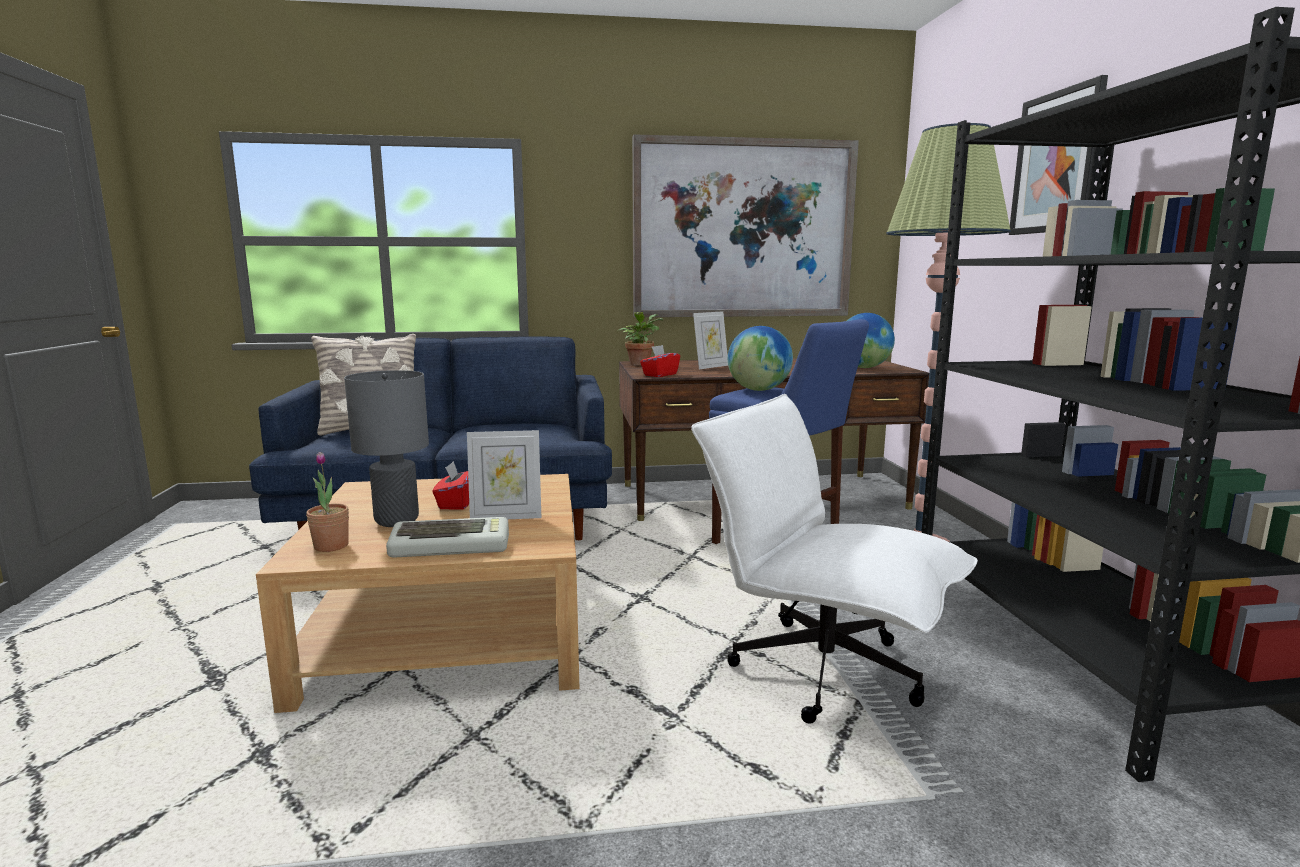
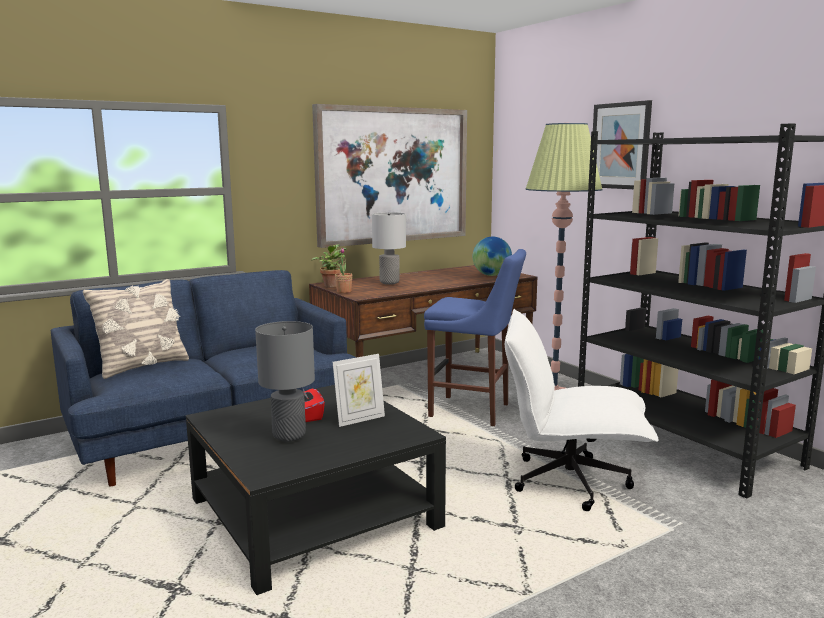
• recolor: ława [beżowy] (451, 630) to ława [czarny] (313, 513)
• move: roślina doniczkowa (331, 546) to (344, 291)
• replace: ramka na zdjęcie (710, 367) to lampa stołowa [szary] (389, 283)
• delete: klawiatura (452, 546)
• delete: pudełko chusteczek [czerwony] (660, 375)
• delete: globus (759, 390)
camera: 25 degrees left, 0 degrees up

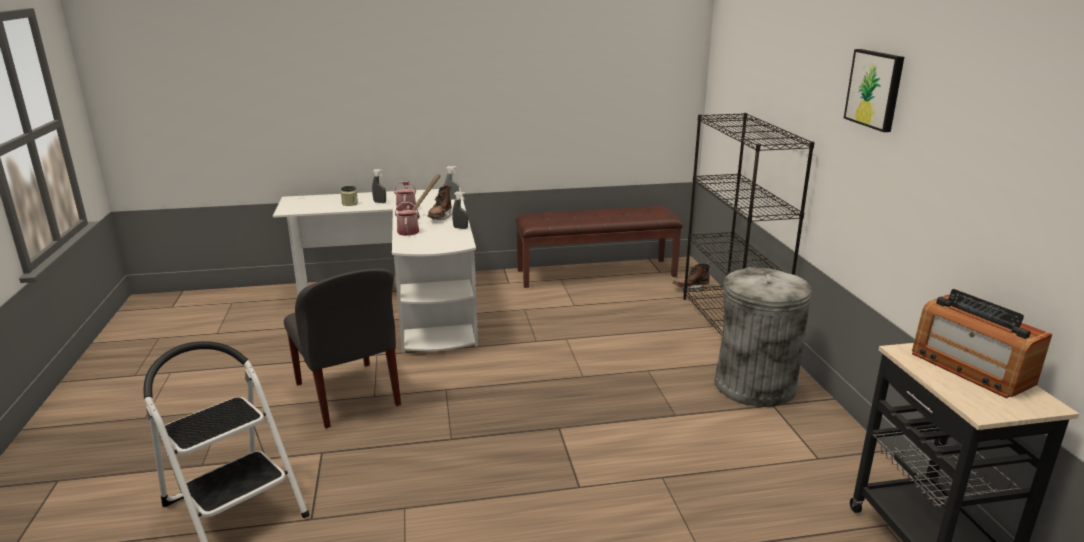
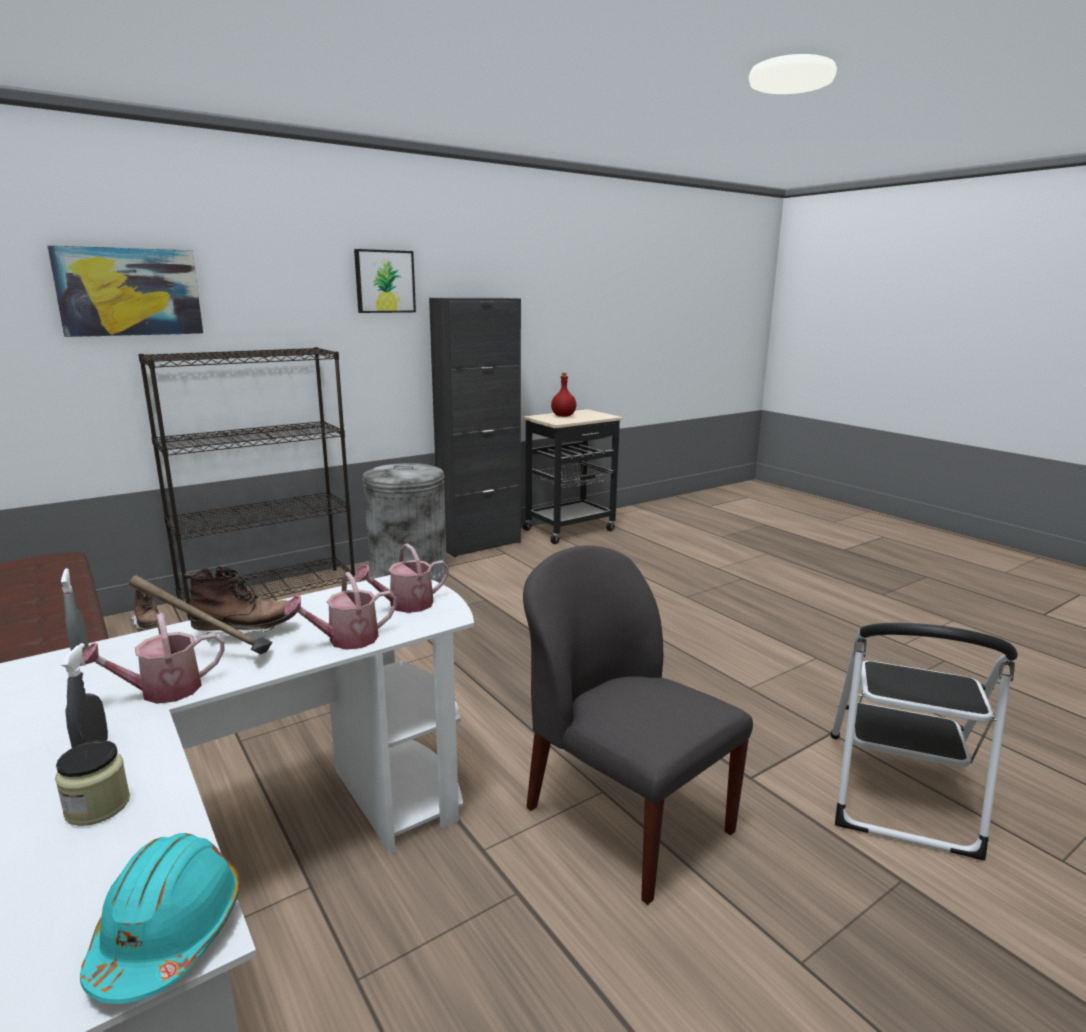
• insert: obraz (129, 292)
• insert: kask [turkusowy] (168, 934)
• insert: konewka (405, 605)
• insert: szafka [czarny] (480, 544)
• rotate: krzesło [szary] (348, 396) = (624, 818) 75 degrees counterclockwise
• replace: radio (971, 368) to butelka [czerwony] (563, 416)
• delete: spryskiwacz [szary] (460, 228)
camera: 115 degrees left, 5 degrees down

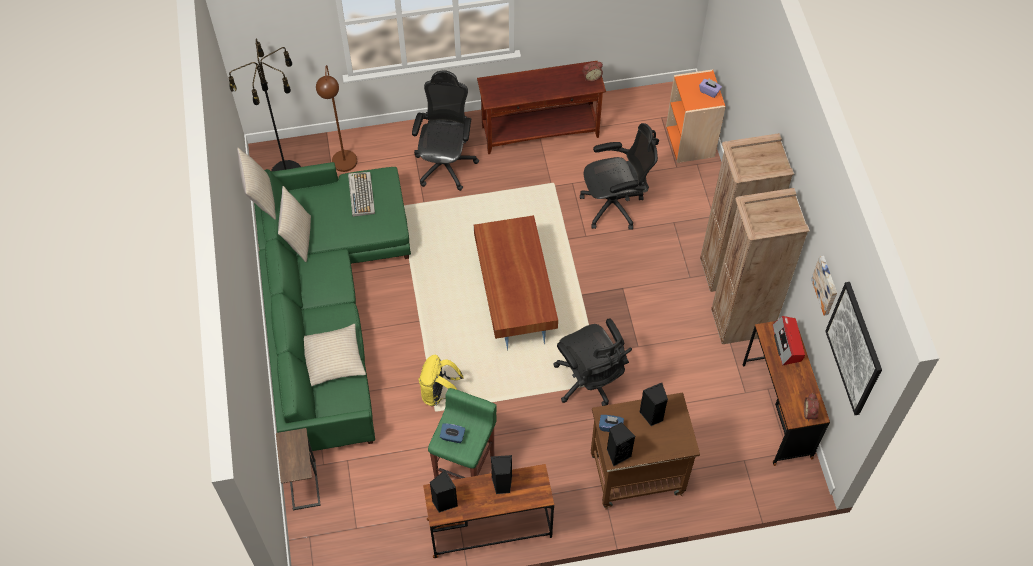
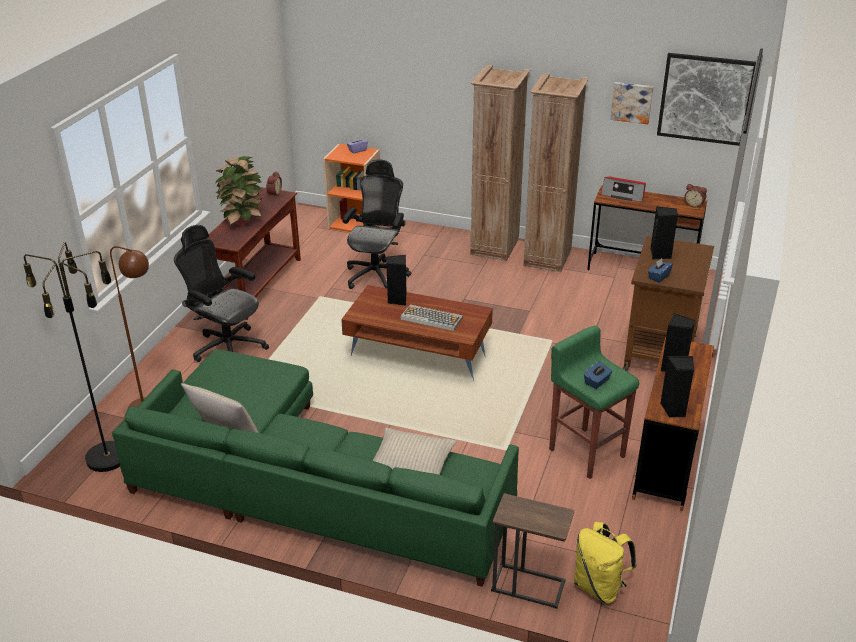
• insert: roślina doniczkowa (243, 222)
• move: głośnik [czarny] (617, 454) to (397, 300)
• move: klawiatura (361, 194) to (431, 318)
• move: plecak [żółty] (440, 394) to (599, 587)
• delete: poduszka [beżowy] (261, 199)
• delete: krzesło biurowe (590, 381)
camera: 60 degrees left, 25 degrees down

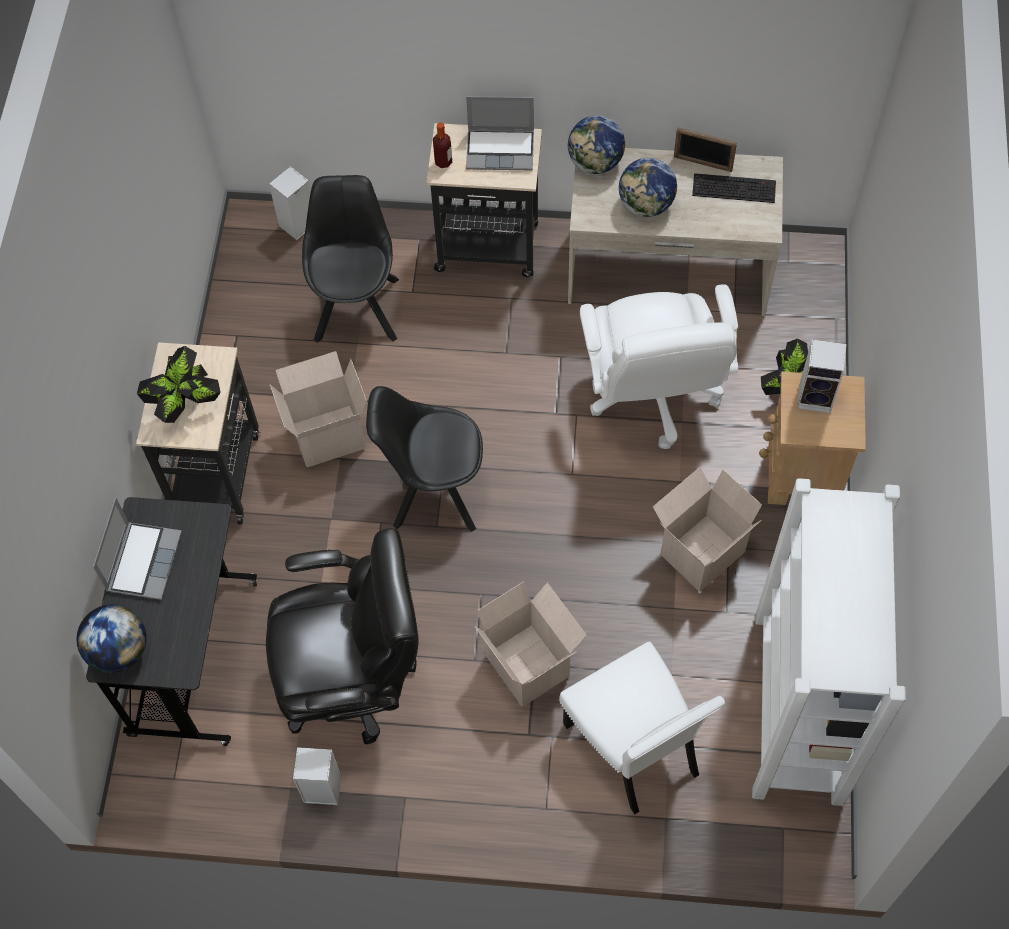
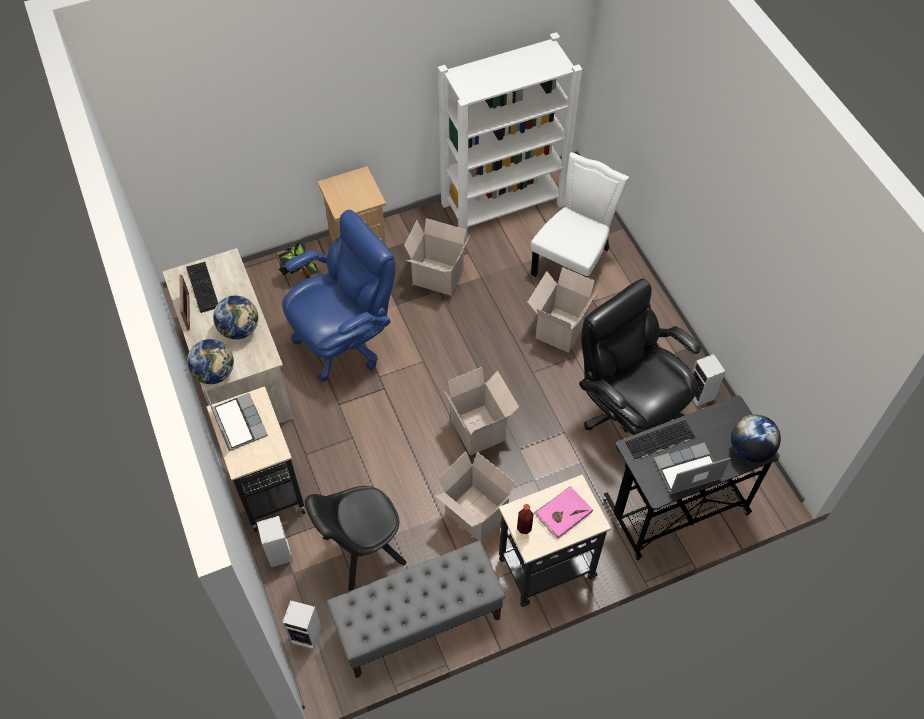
• move: głośnik (816, 397) to (278, 552)
• recolor: krzesło biurowe [biały] (652, 399) to krzesło biurowe [niebieski] (345, 341)
• insert: ławka [szary] (418, 622)
• replace: krzesło [czarny] (433, 491) to karton (479, 430)
• move: butelka (443, 162) to (524, 527)
• replace: roślina doniczkowa (186, 405) to książka [różowy] (563, 513)
• insert: klawiatura (659, 441)
camera: 120 degrees left, 5 degrees down

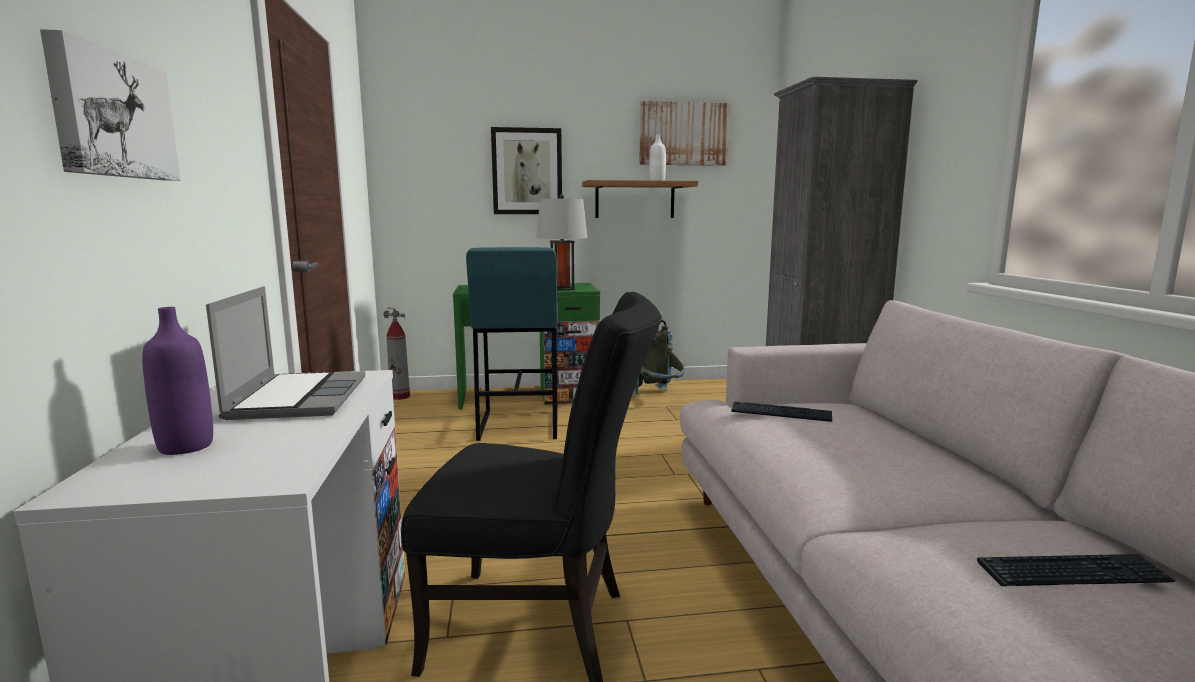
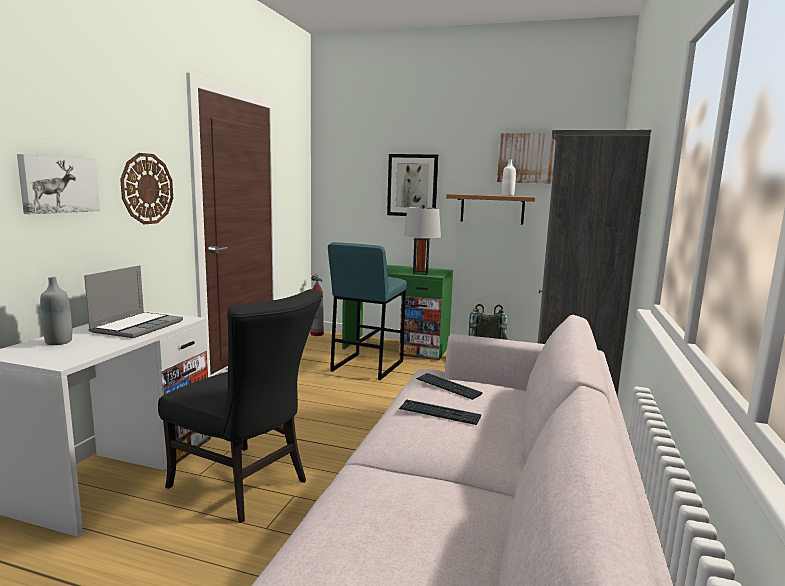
• recolor: butelka [fioletowy] (186, 446) to butelka [szary] (59, 342)
• insert: zegar ścienny (147, 189)
• move: klawiatura (1073, 574) to (439, 413)
camera: 25 degrees right, 0 degrees up

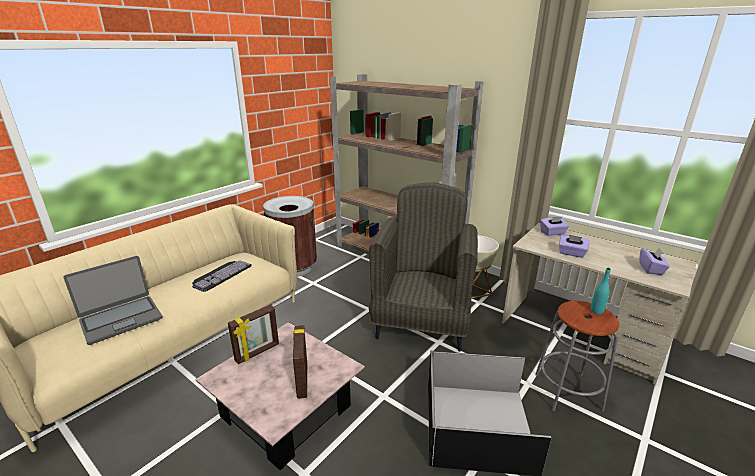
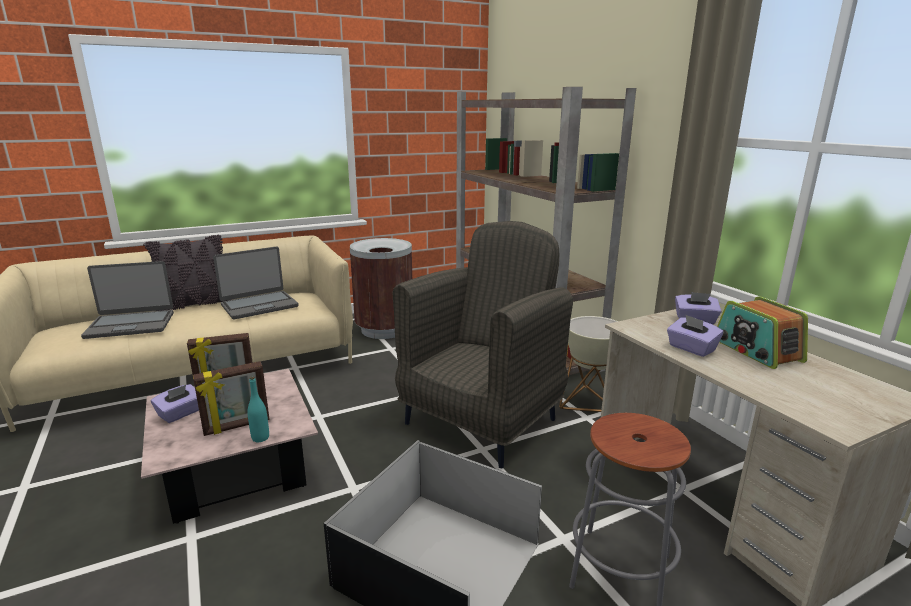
• insert: poduszka [czarny] (195, 304)
• move: pudełko chusteczek [fioletowy] (651, 269) to (180, 414)
• rotate: ramka na zdjęcie (301, 380) = (237, 426) 135 degrees counterclockwise
• replace: klawiatura (221, 274) to laptop (259, 305)
• move: butelka [turkusowy] (596, 311) to (260, 438)
• insert: radio (756, 351)
camera: 25 degrees right, 5 degrees down

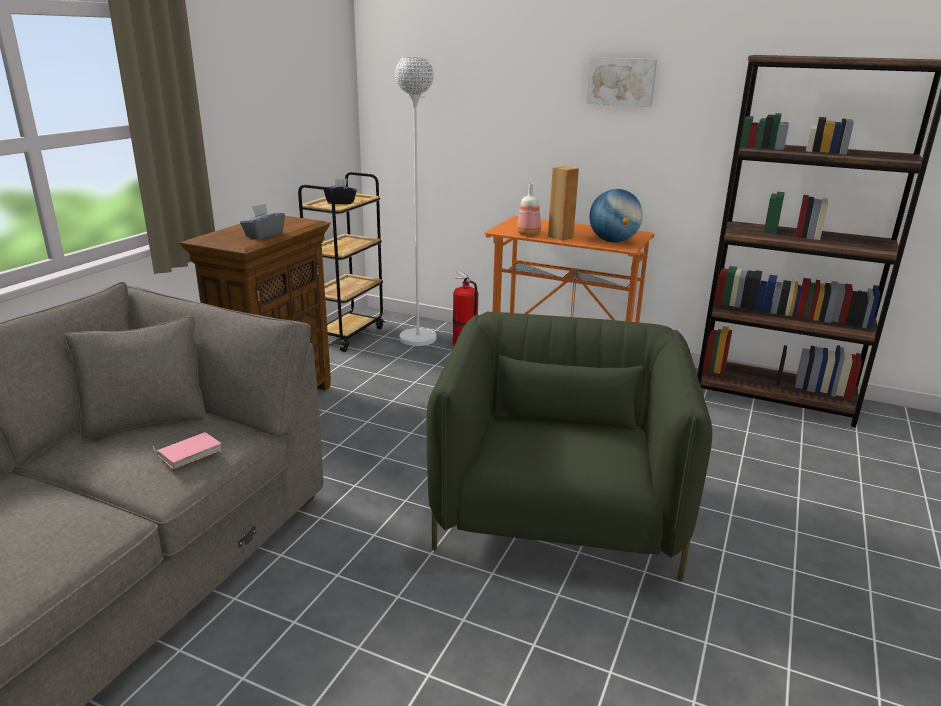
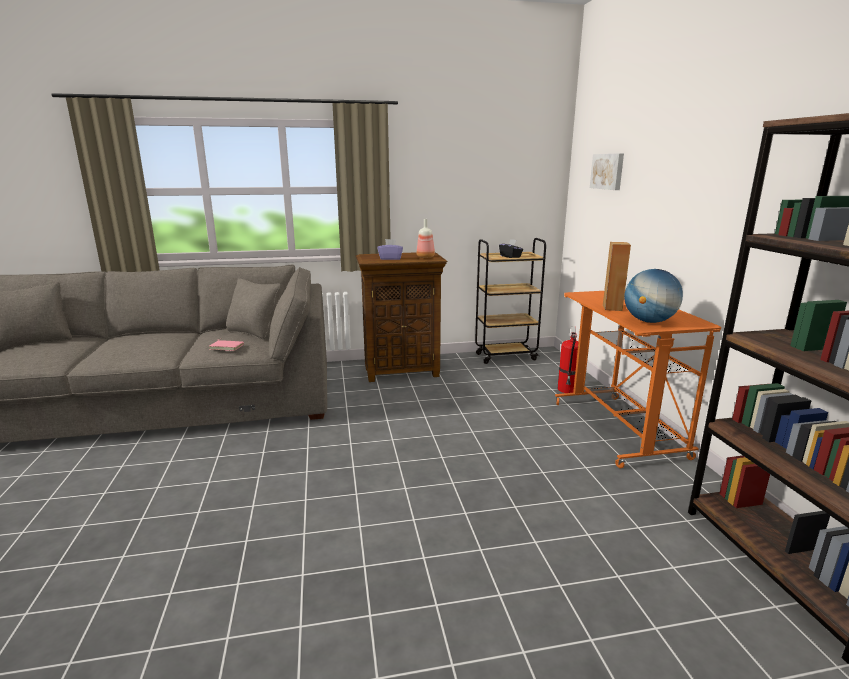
• recolor: pudełko chusteczek [szary] (264, 235) to pudełko chusteczek [fioletowy] (390, 258)
• move: butelka (528, 233) to (426, 257)
• move: obraz (621, 81) to (608, 171)
• delete: lampa stojąca [biały] (418, 338)
• delete: fotel [zielony] (559, 515)
camera: 55 degrees right, 5 degrees down

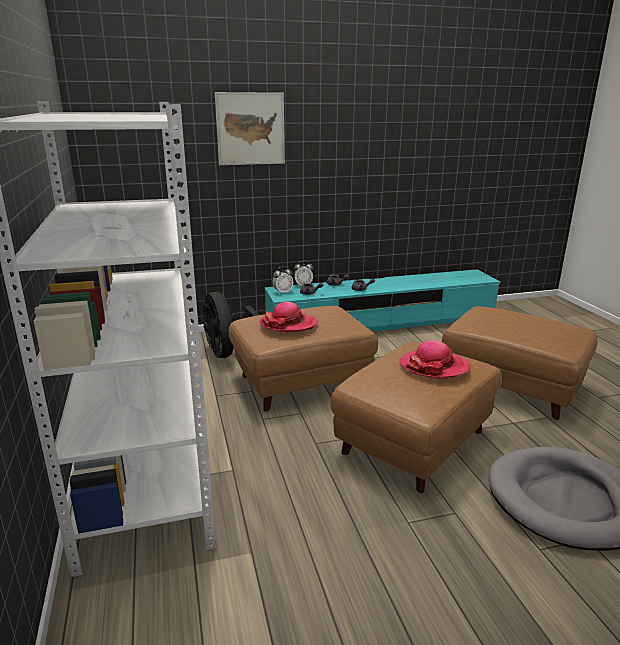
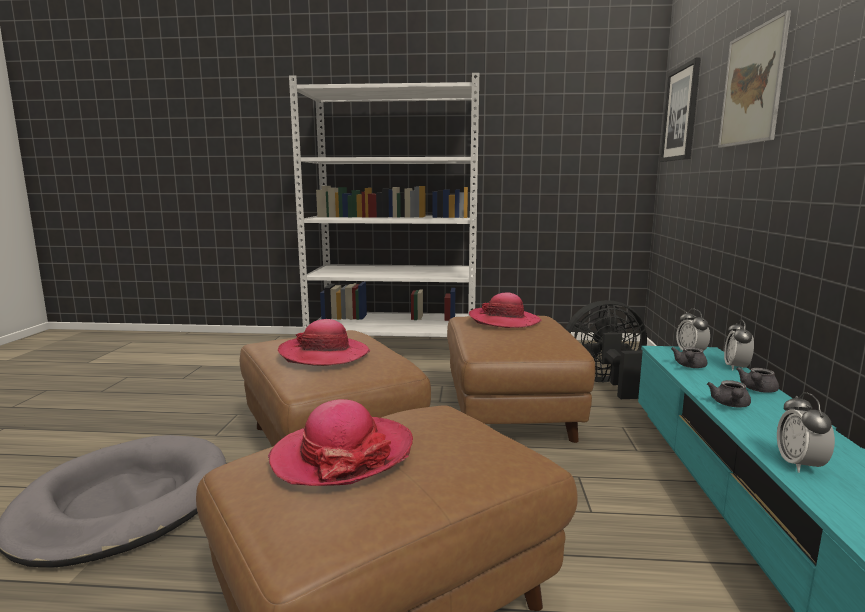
• insert: kapelusz (342, 454)
• insert: obraz (680, 114)
• insert: budzik (799, 465)
camera: 110 degrees right, 10 degrees down

